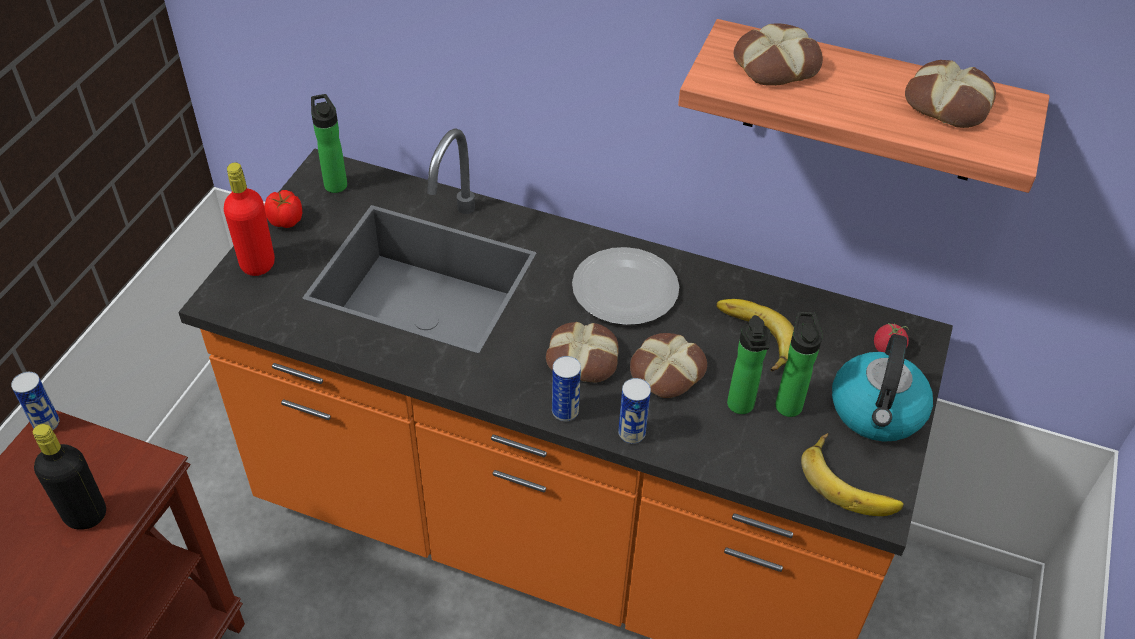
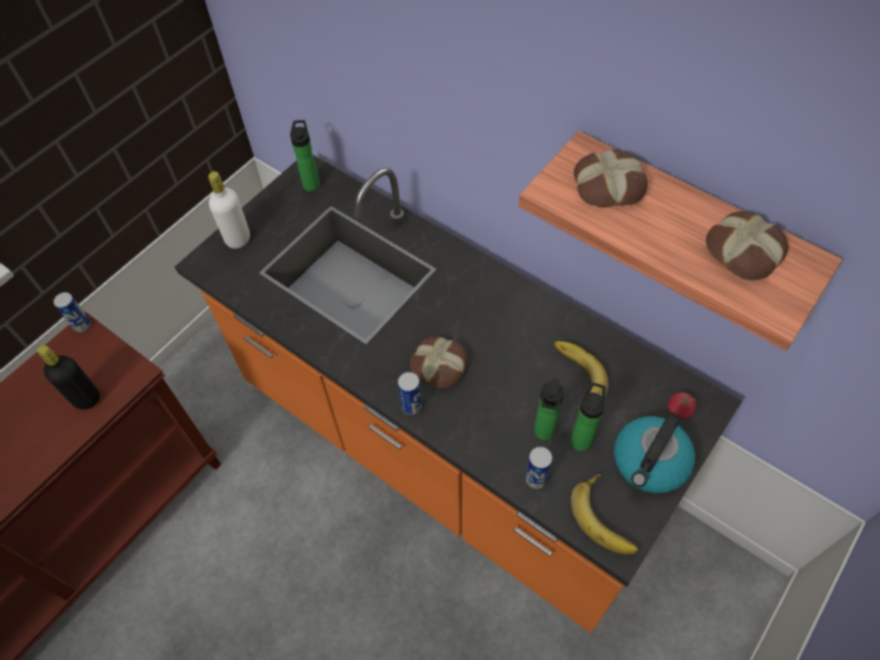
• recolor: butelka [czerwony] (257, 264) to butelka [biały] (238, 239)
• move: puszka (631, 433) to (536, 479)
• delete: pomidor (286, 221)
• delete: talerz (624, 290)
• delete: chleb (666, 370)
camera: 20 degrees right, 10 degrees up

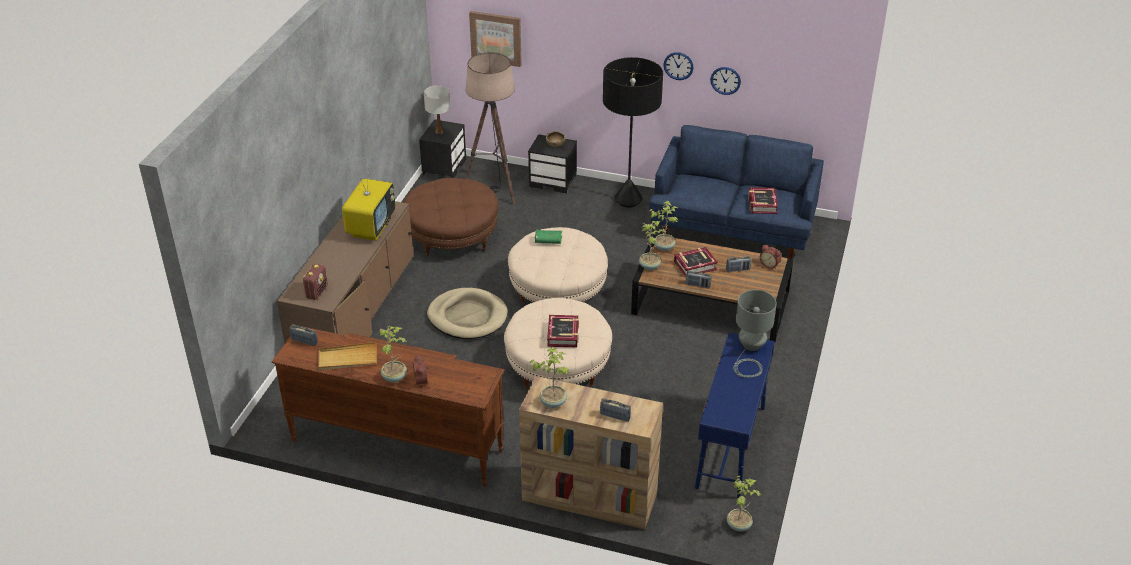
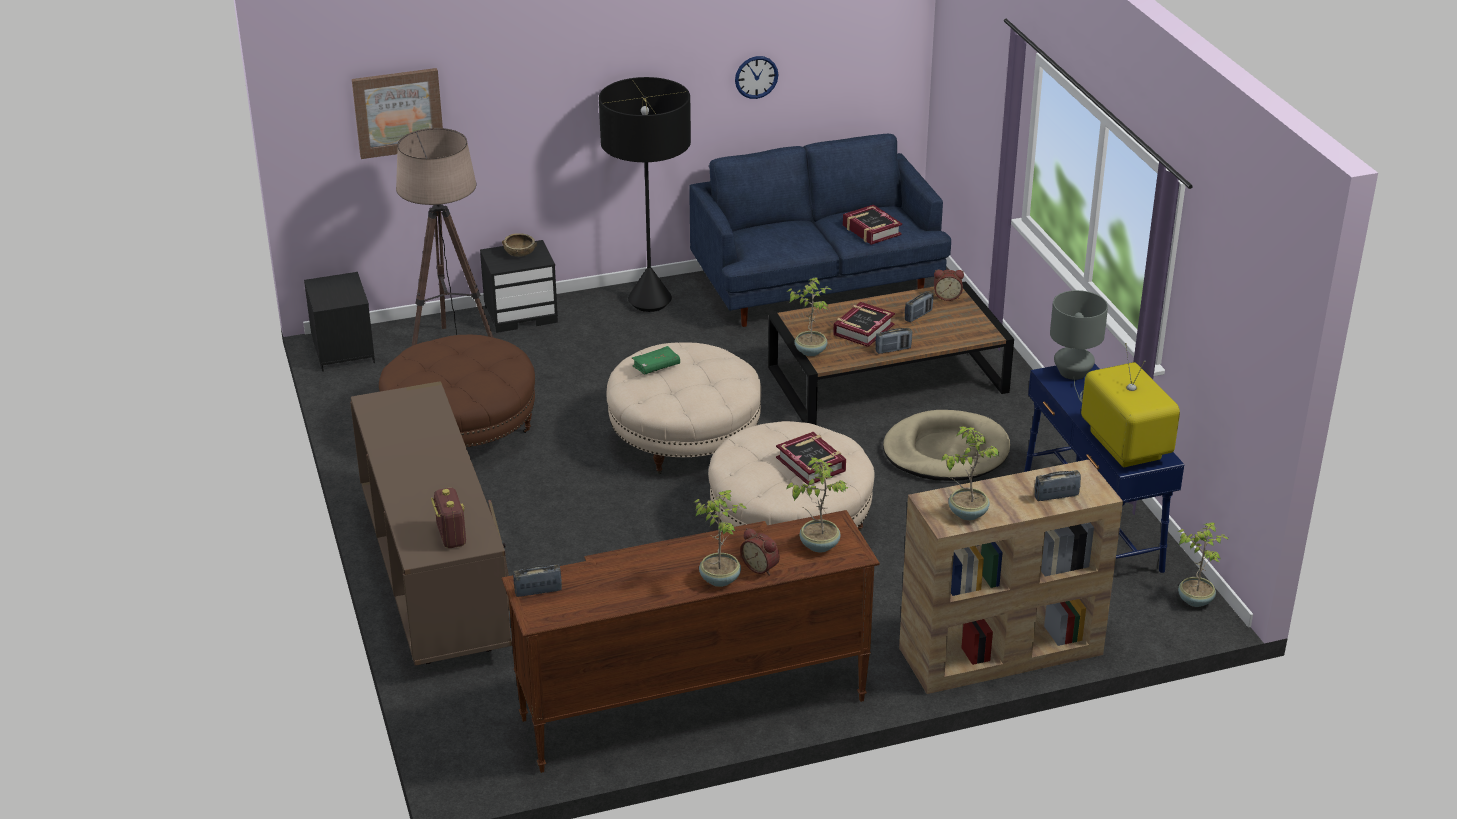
• move: roślina doniczkowa (664, 247) to (818, 545)
• move: legowisko [beżowy] (467, 317) to (946, 451)
• move: telewizor (371, 227) to (1123, 445)
• delete: taca [beżowy] (347, 358)
• delete: lampa stołowa [biały] (439, 131)
• delete: zegar ścienny (678, 66)
camera: 35 degrees left, 5 degrees down

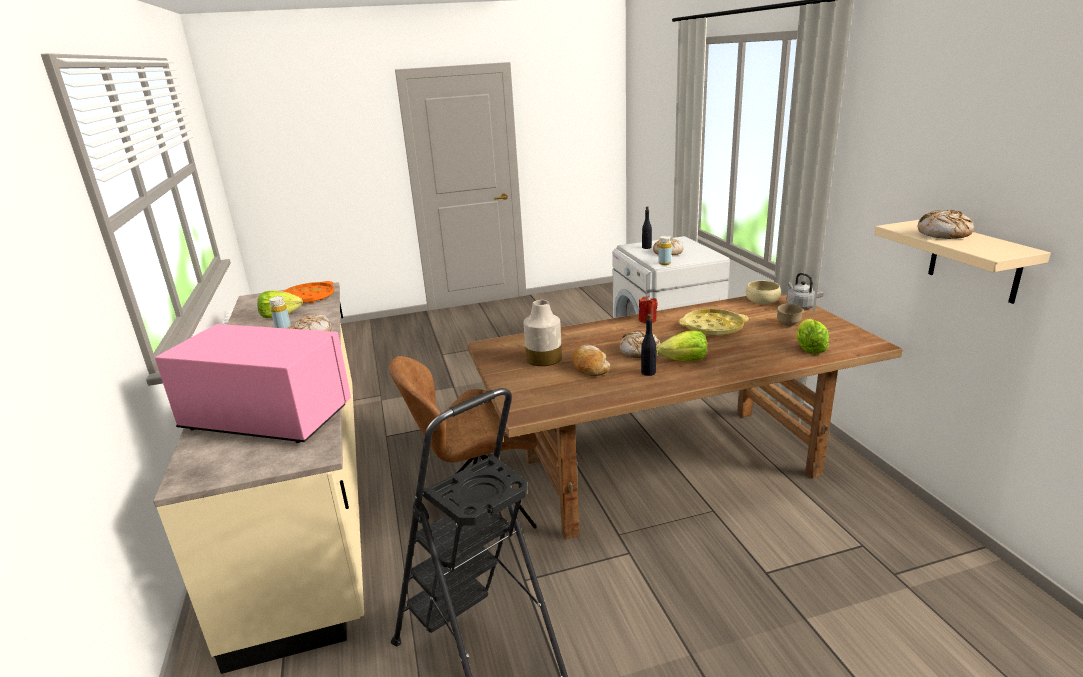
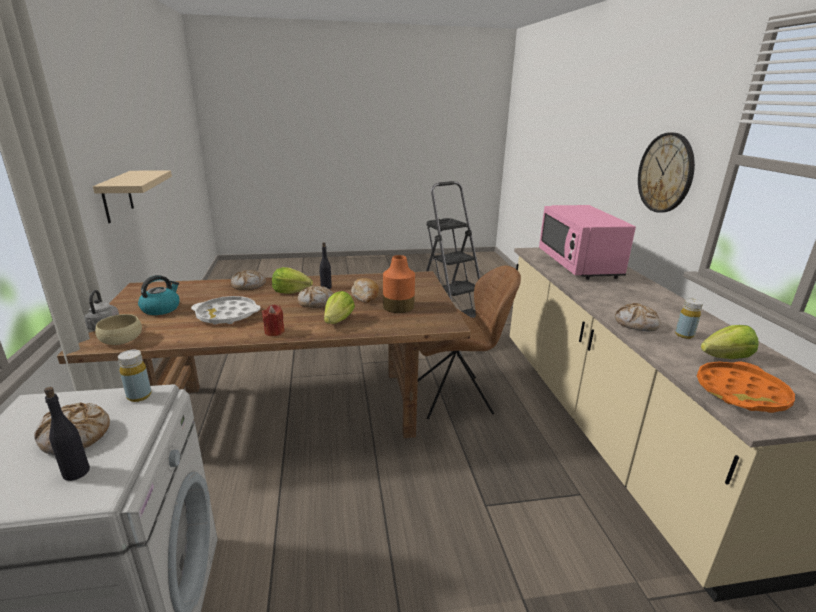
• replace: miska [brązowy] (788, 325) to czajnik (161, 309)
• recolor: taca [żółty] (712, 327) to taca [biały] (227, 315)
• move: chleb (943, 234) to (248, 285)
• move: sałata (809, 348) to (338, 321)
• recolor: wazon [beżowy] (543, 358) to wazon [pomarańczowy] (399, 306)
• rotate: mikrofalówka [różowy] (266, 419) = (579, 265) 60 degrees clockwise
• insert: zegar ścienny (665, 173)
camera: 175 degrees left, 0 degrees up

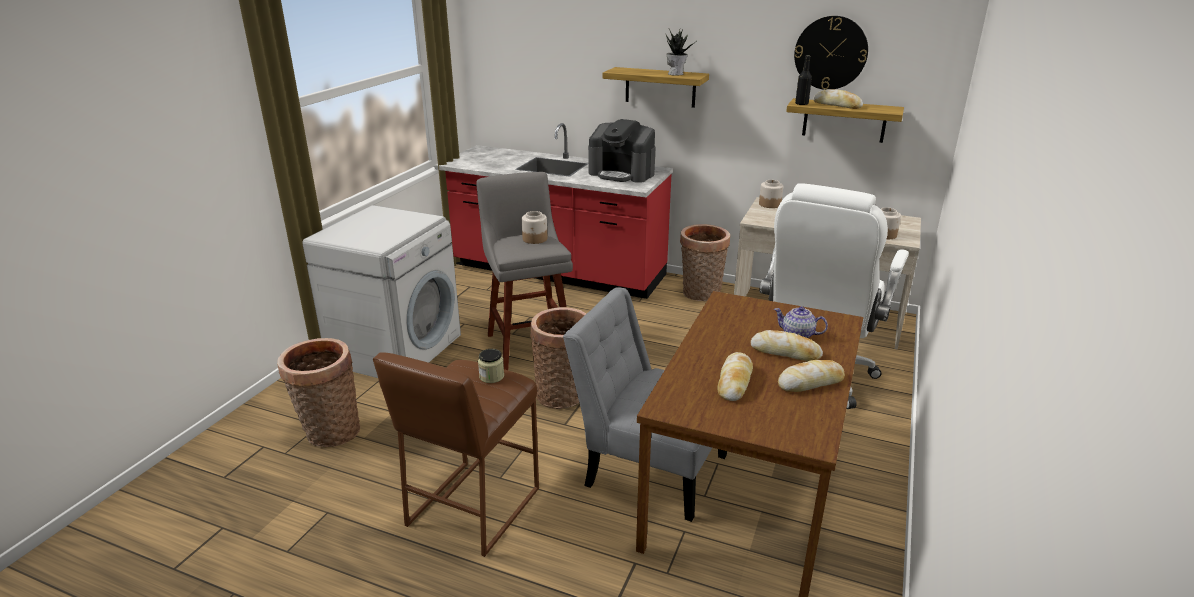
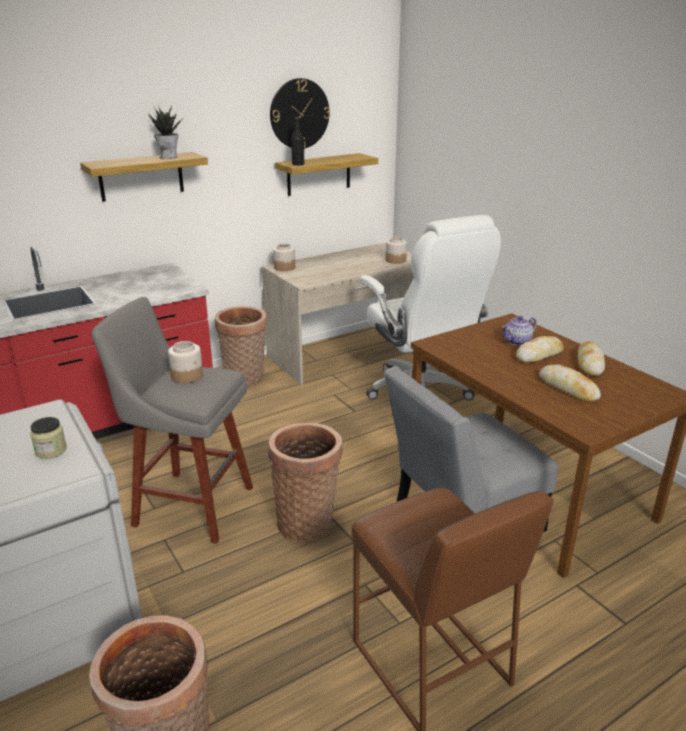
• move: słoik (491, 376) to (51, 450)
• delete: ekspres do kawy (622, 173)
• delete: chleb (837, 105)
camera: 55 degrees left, 0 degrees up

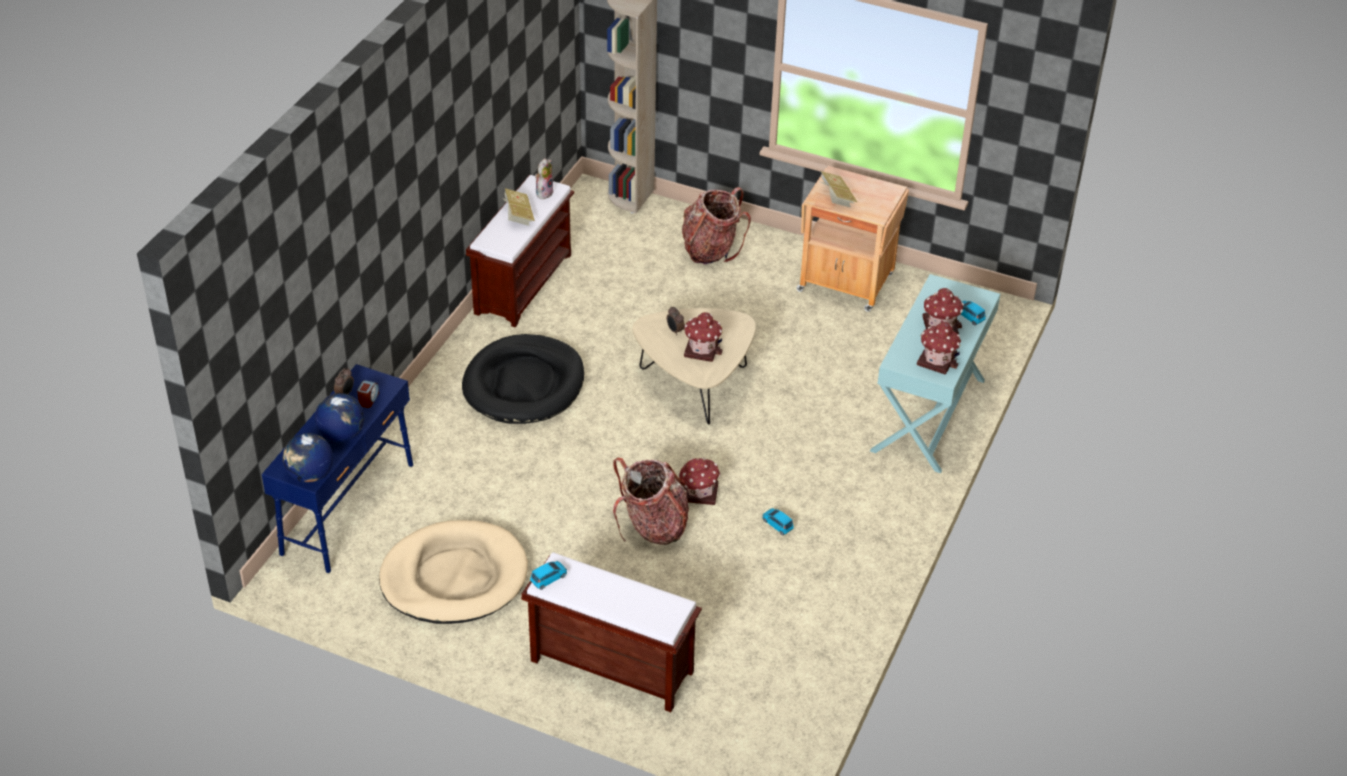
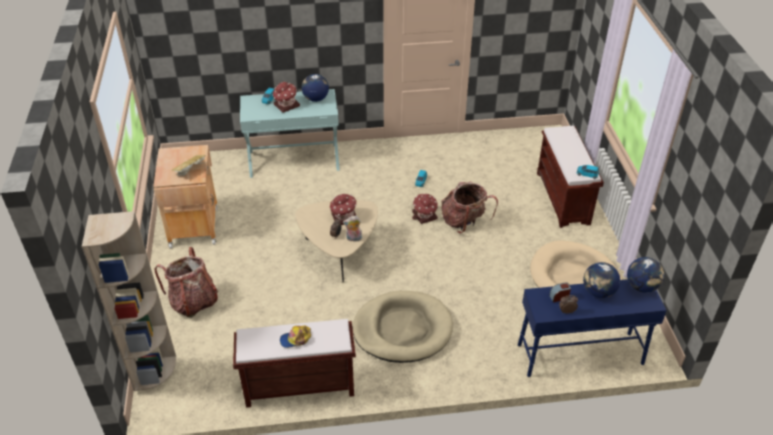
• replace: książka (518, 215) to czapka z daszkiem (296, 339)
• replace: domek (937, 360) to globus (315, 99)
• move: pluszak (544, 192) to (353, 239)
• recolor: legowisko [czarny] (524, 384) to legowisko [beżowy] (402, 329)
camera: 120 degrees left, 0 degrees up

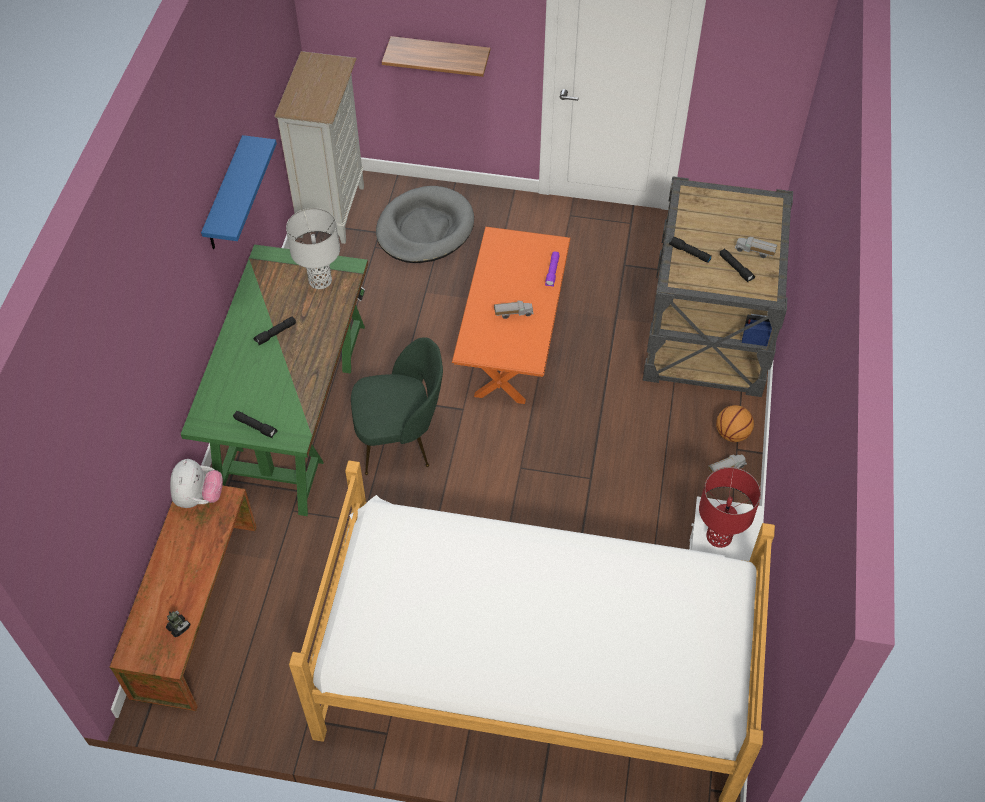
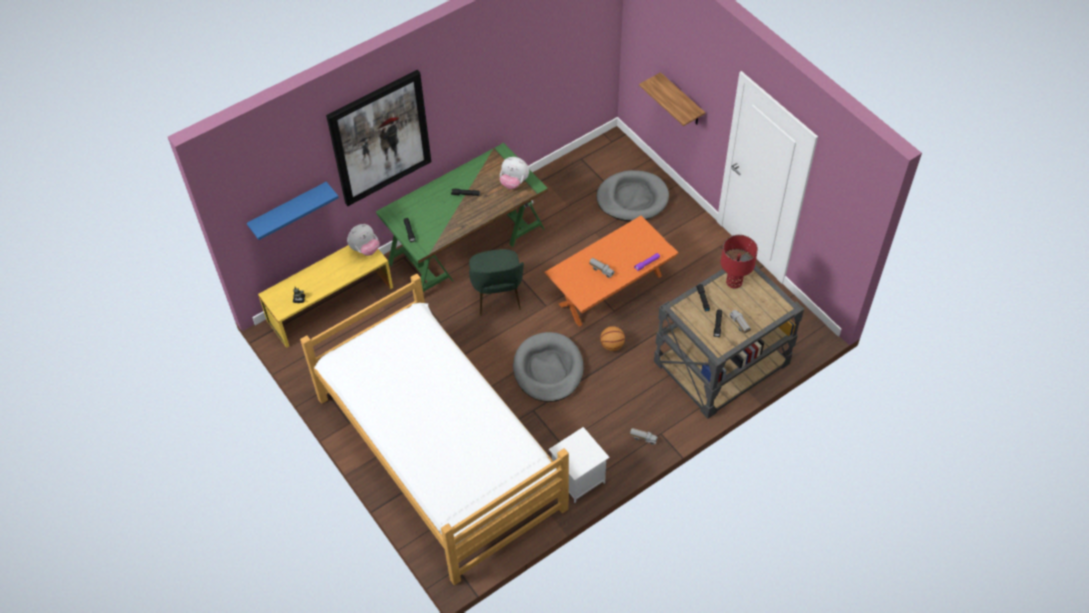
• move: półka [niebieski] (225, 196) to (289, 210)
• recolor: ławka [brązowy] (194, 607) to ławka [żółty] (330, 303)
• insert: obraz (380, 138)
• rotate: krzesło [zielony] (401, 444) = (497, 300) 45 degrees clockwise
• replace: lampa stołowa [biały] (320, 280) to pluszak (514, 182)
• insert: legowisko [szary] (548, 369)
• move: piłka do koszykówki (732, 434) to (612, 345)
• move: lampa stołowa [czerwony] (718, 536) to (734, 281)
• delete: komoda [biały] (334, 210)
camera: 45 degrees right, 0 degrees up

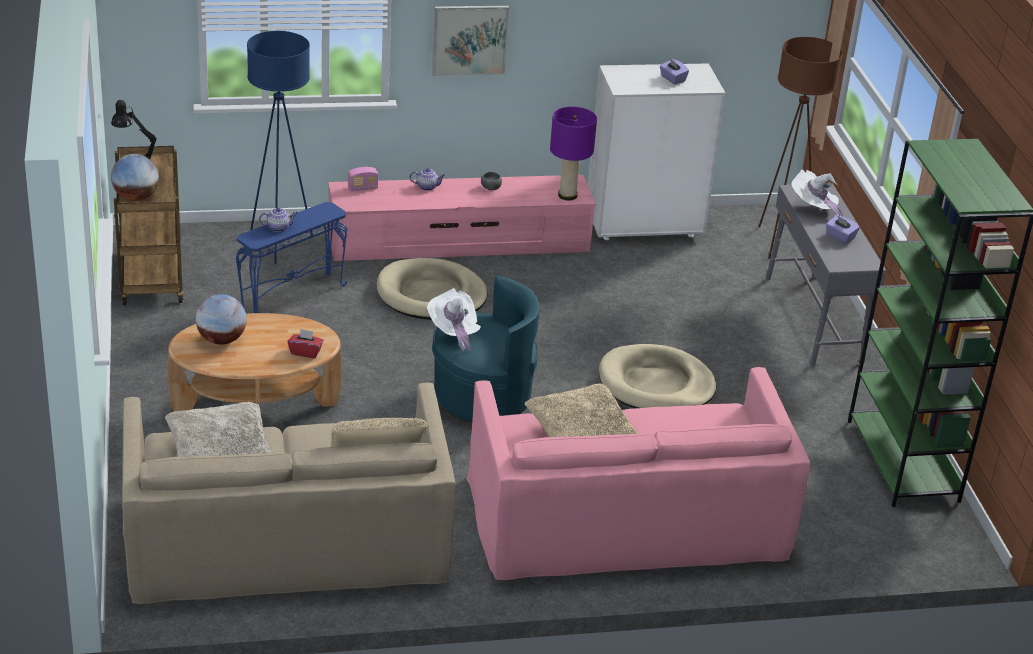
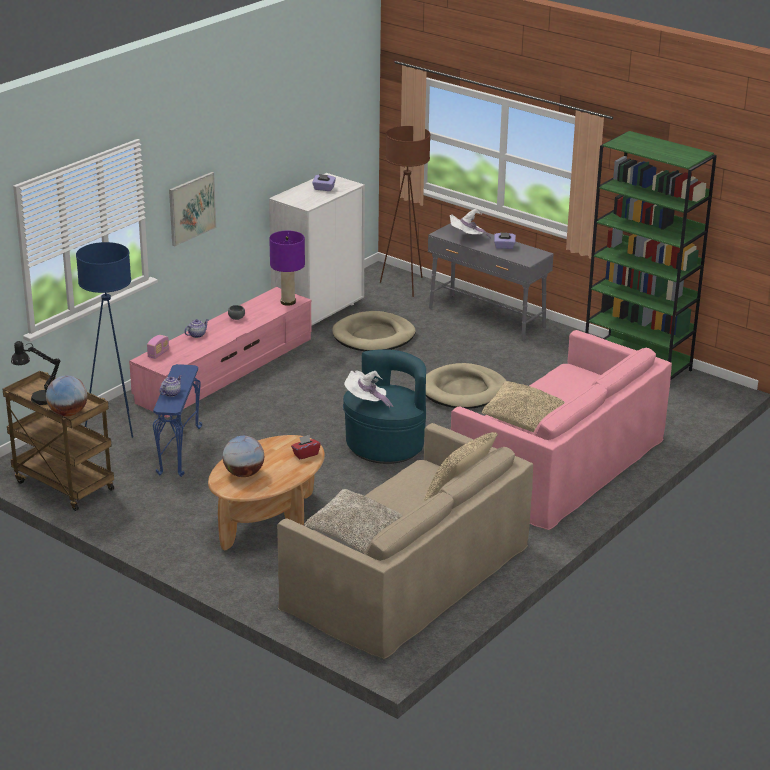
• move: legowisko [beżowy] (431, 295) to (374, 336)
camera: 40 degrees left, 5 degrees down

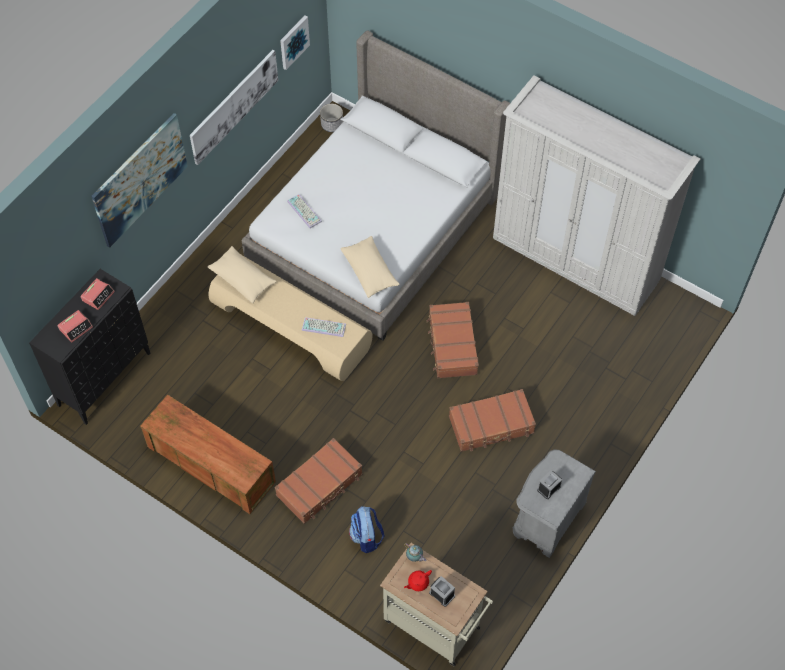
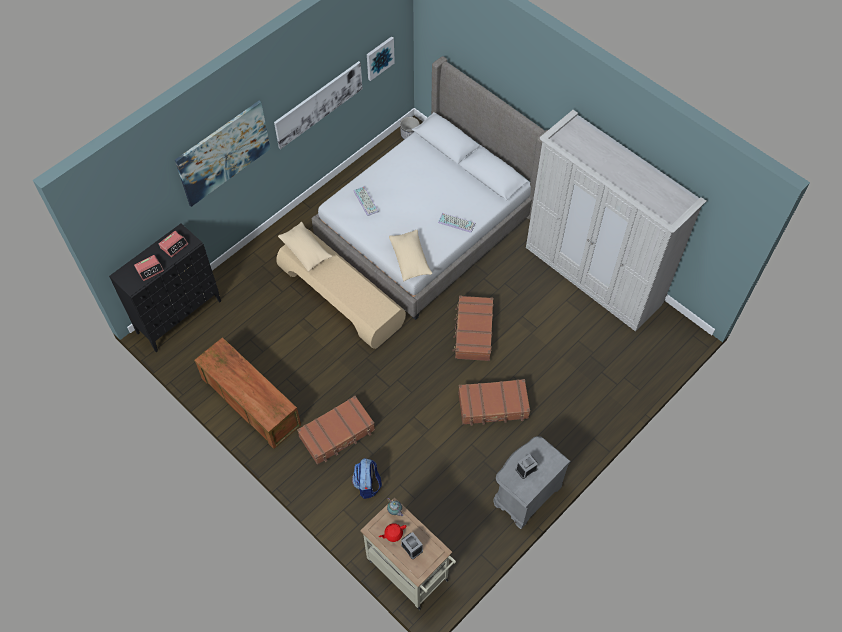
• move: klawiatura (324, 326) to (457, 222)
camera: 10 degrees right, 0 degrees up

